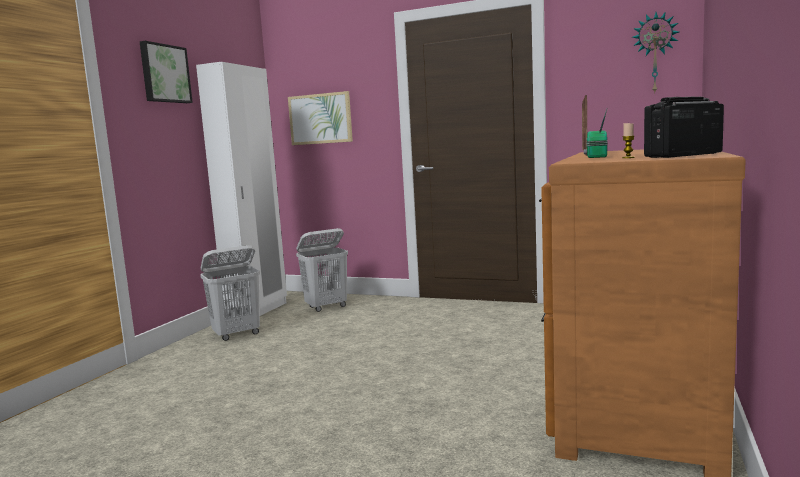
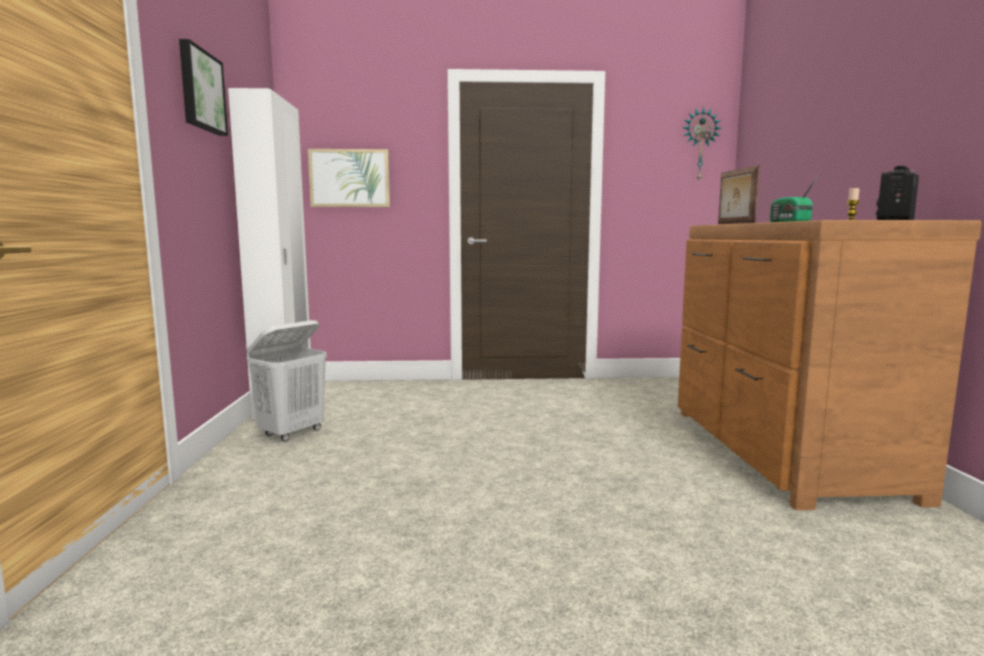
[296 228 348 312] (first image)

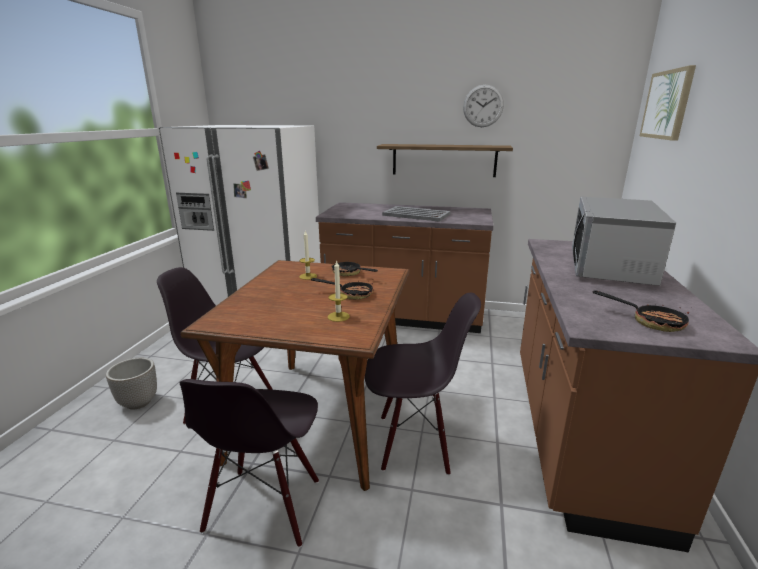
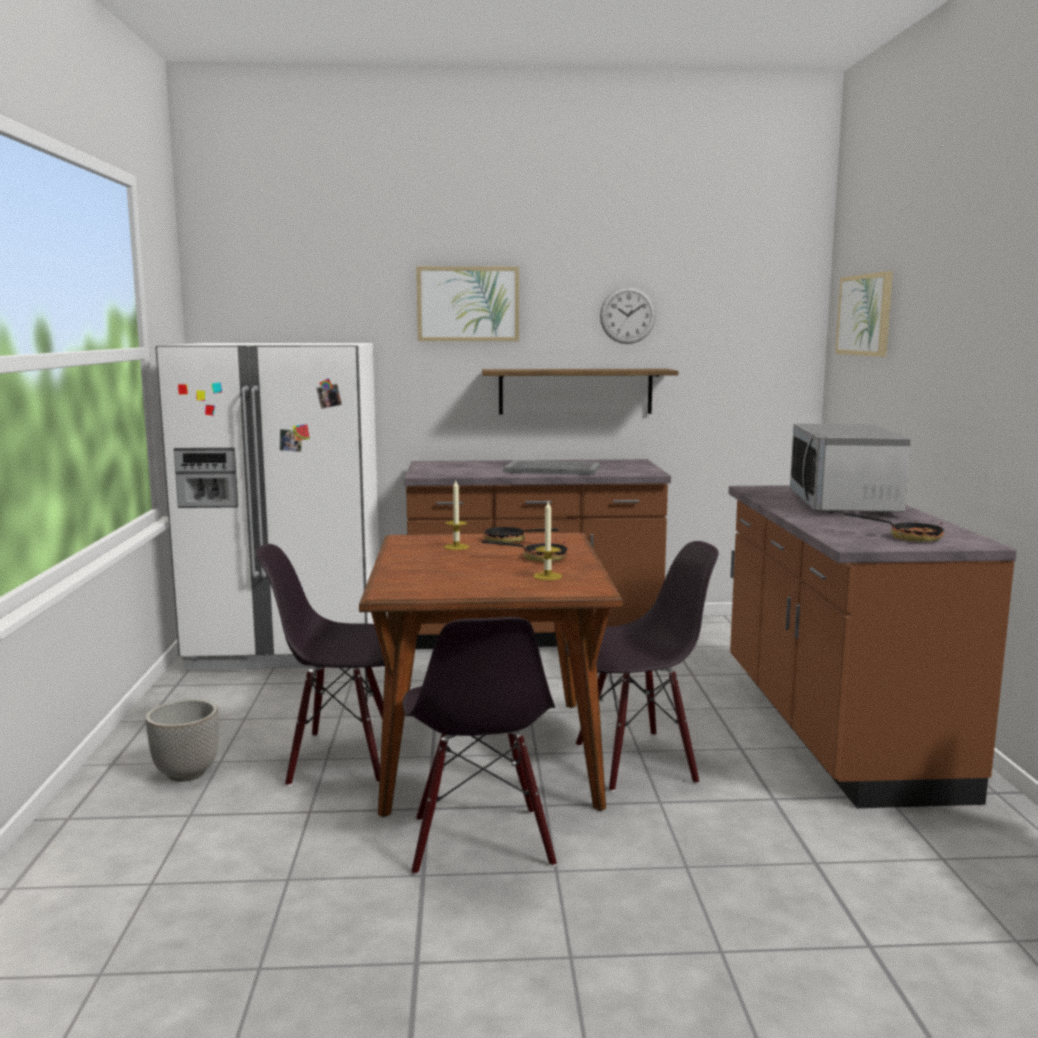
[416 266 519 341]

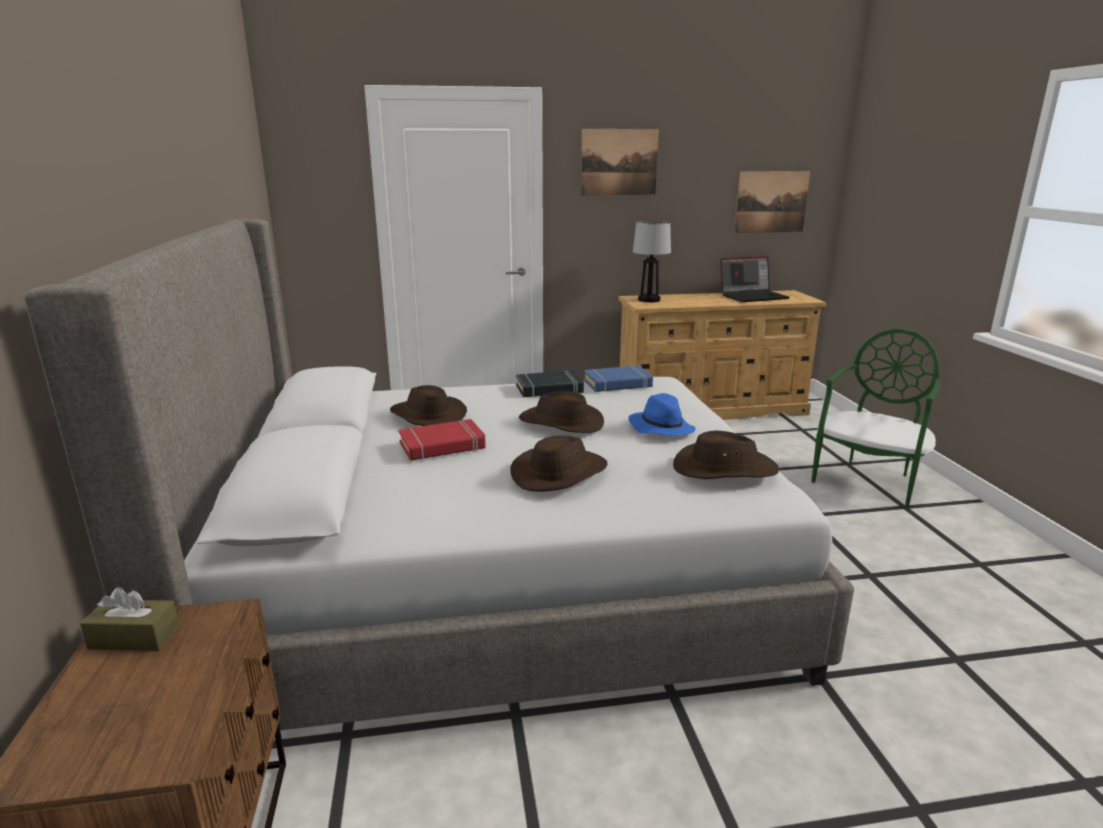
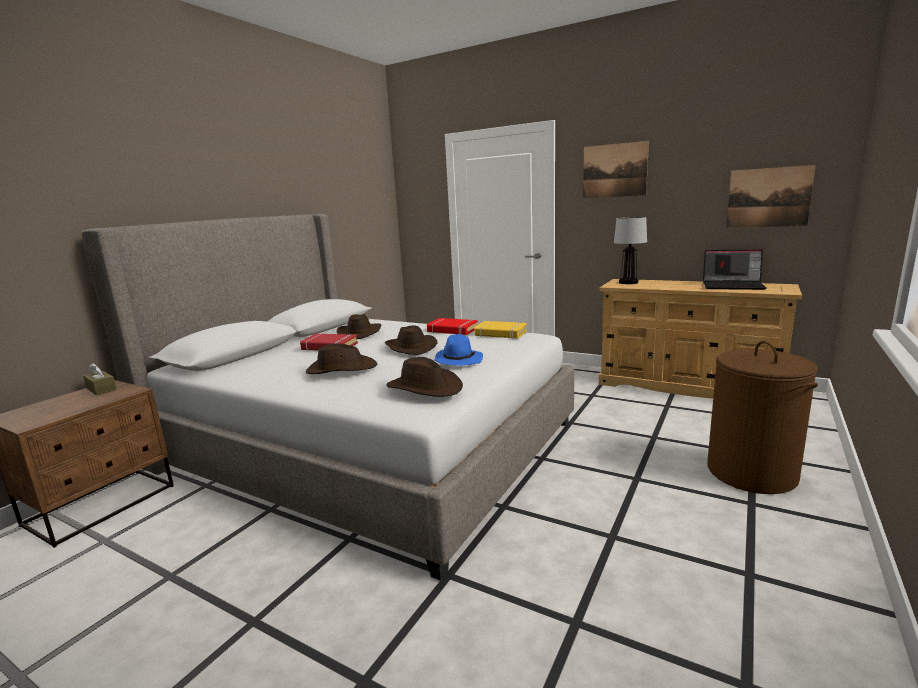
[427 318 478 335]
[474 321 527 339]
[707 341 818 494]

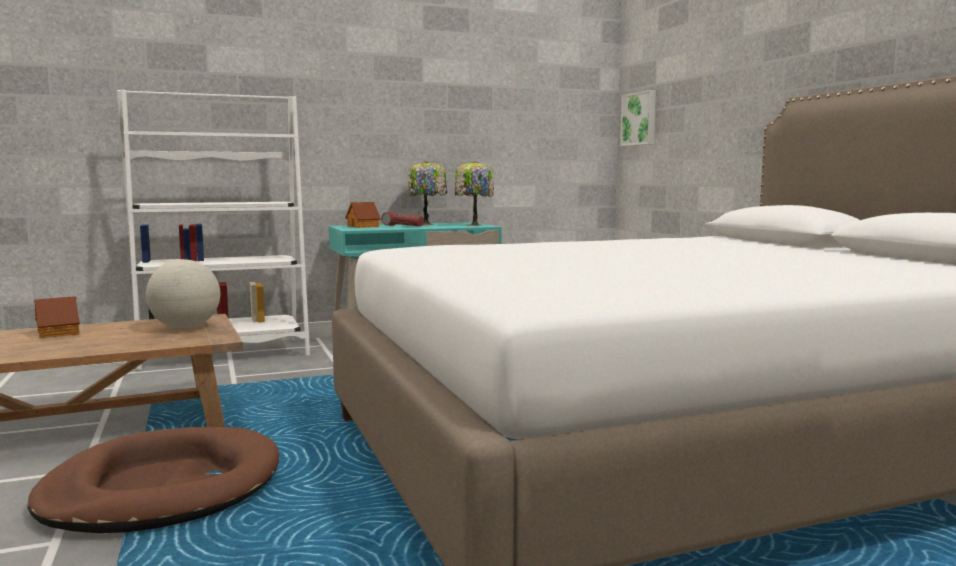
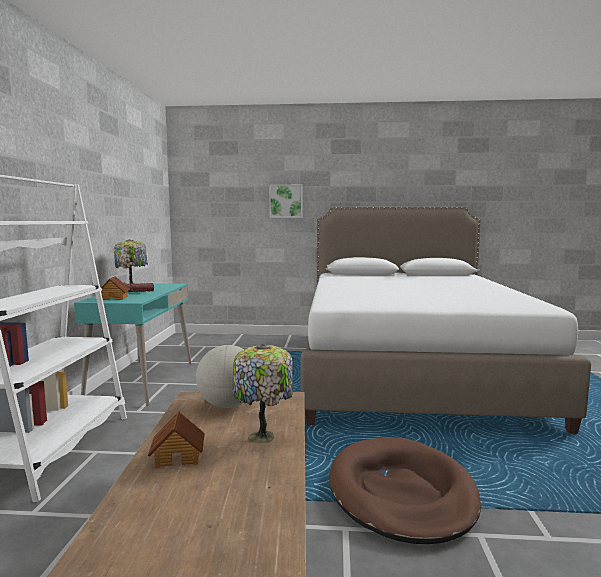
[233 344 293 444]
[269 184 302 218]

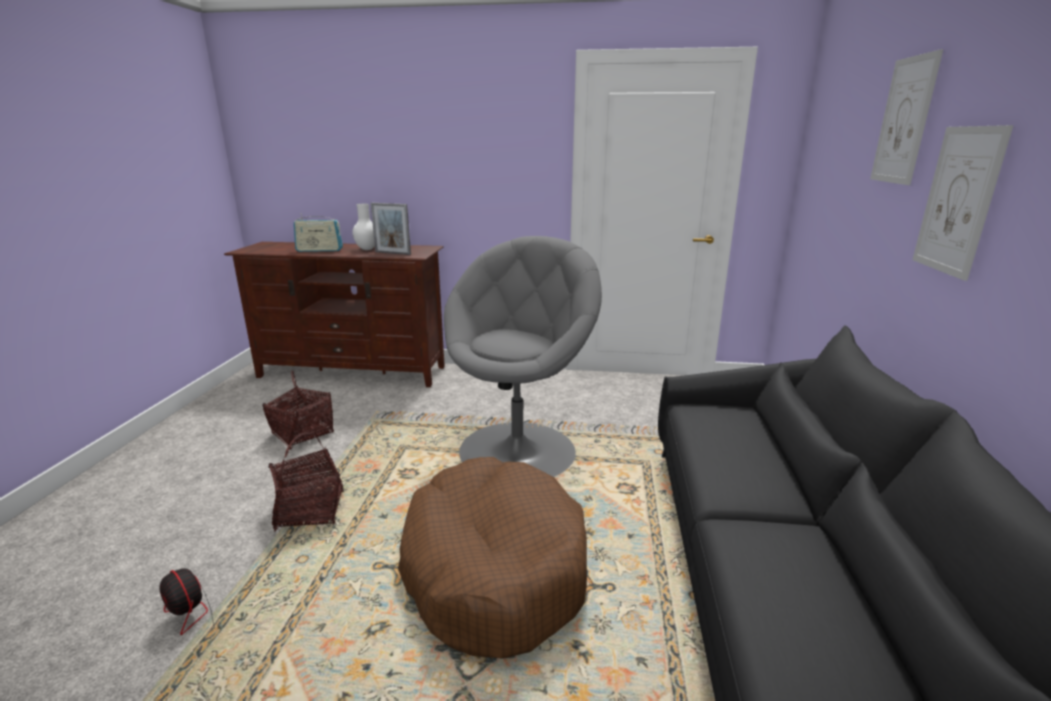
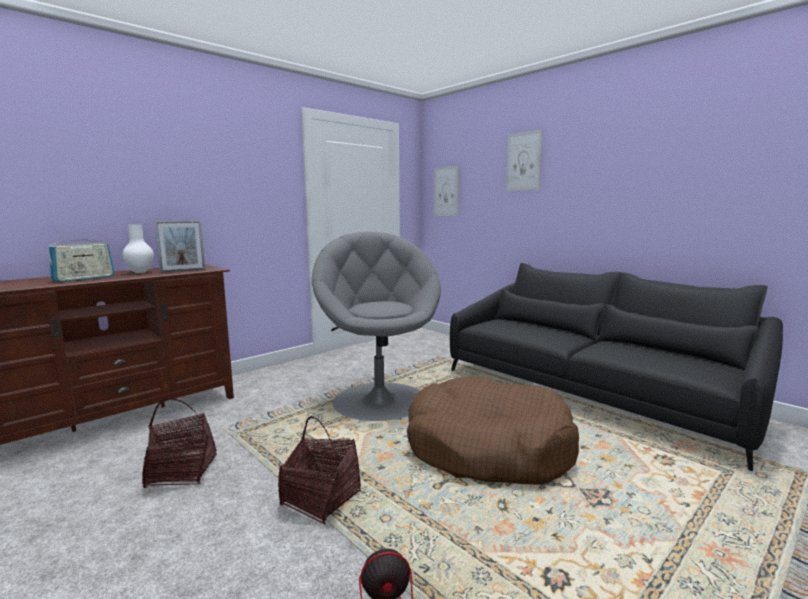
[434 166 460 216]

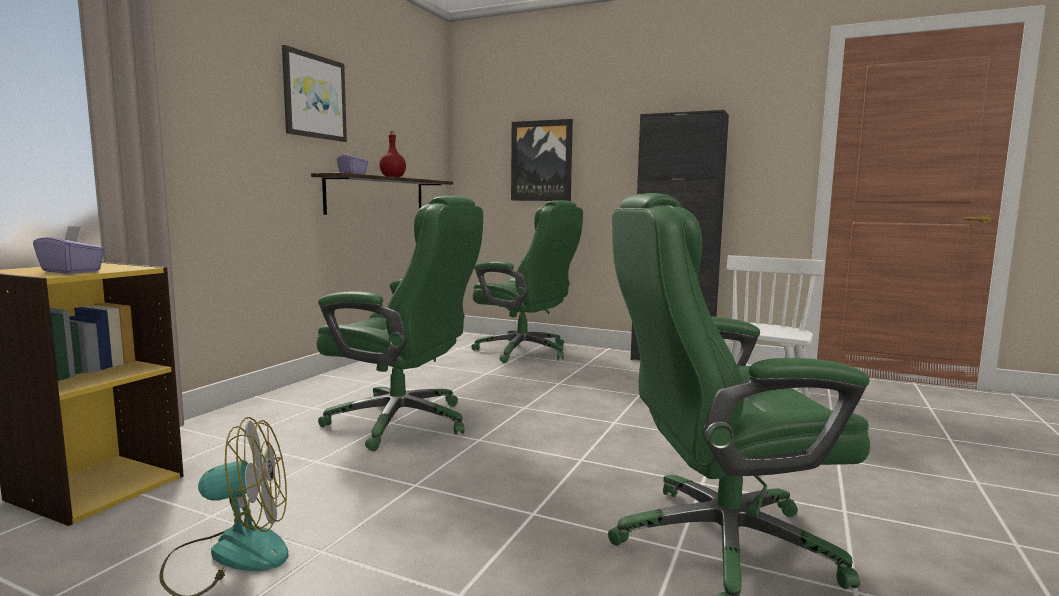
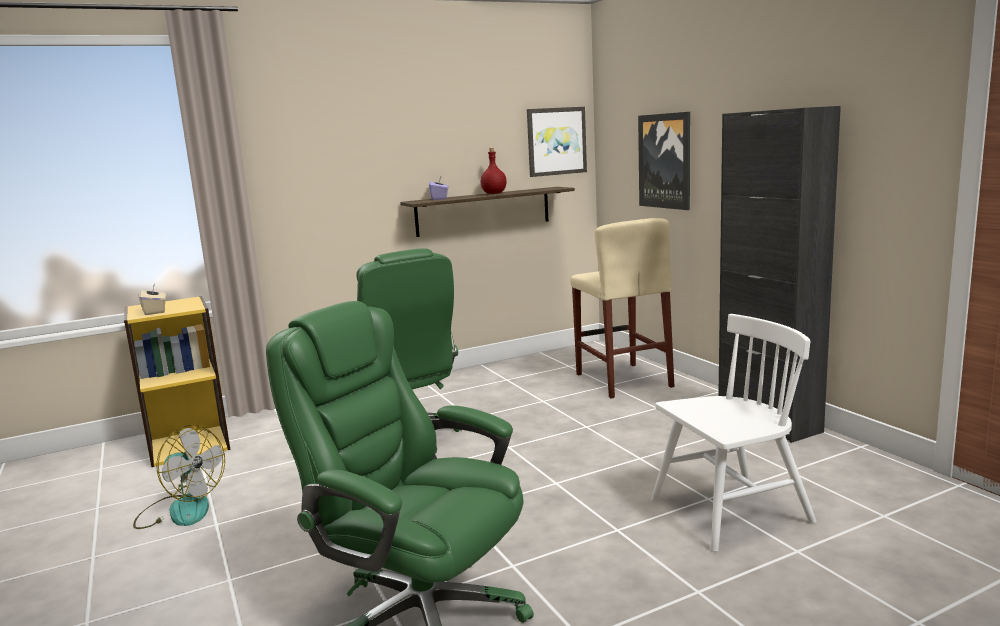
[139 283 166 315]
[527 107 587 177]
[570 218 674 398]

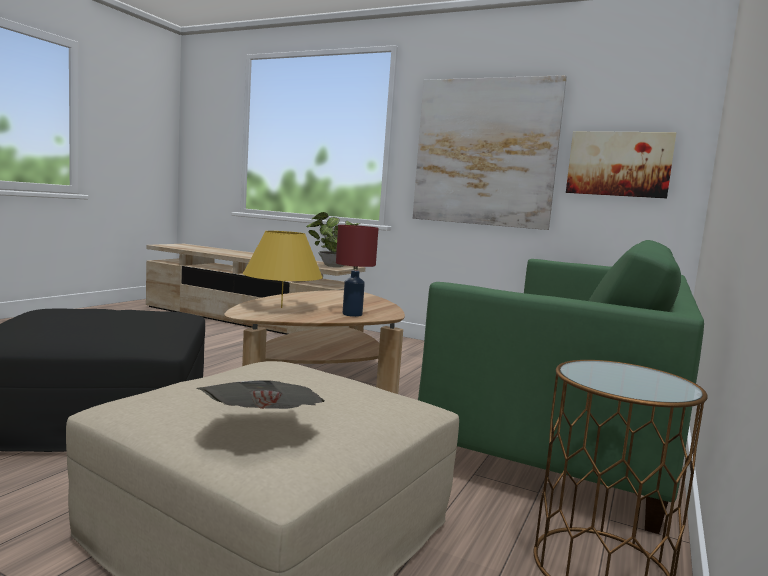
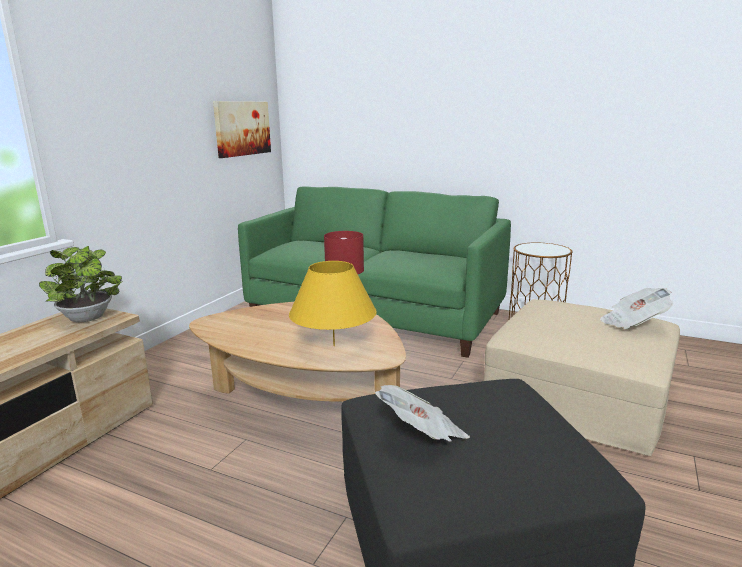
[413 75 567 230] (first image)
[375 385 470 442]

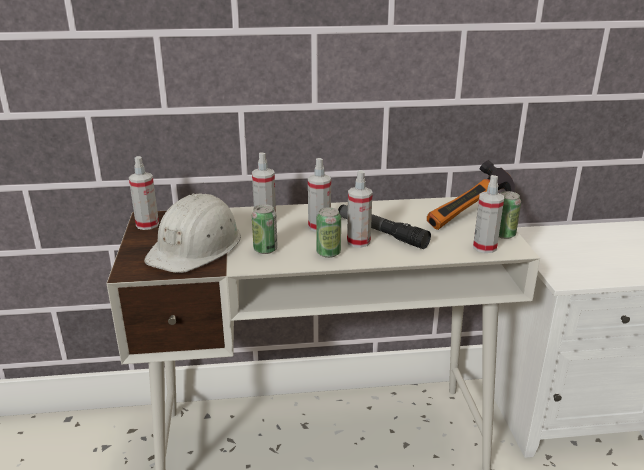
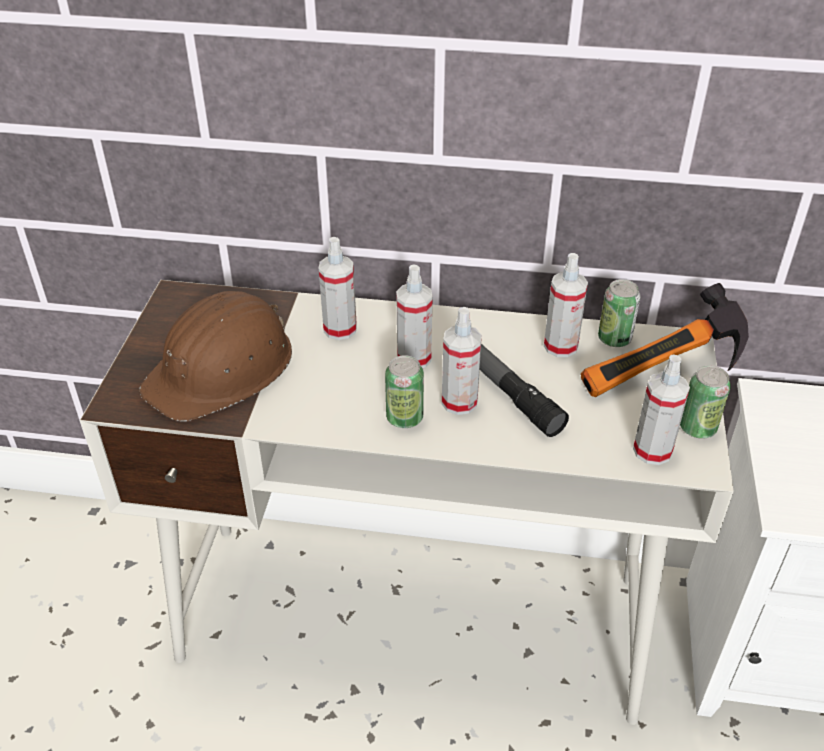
[544 253 588 357]
[139 291 292 422]
[598 279 641 347]

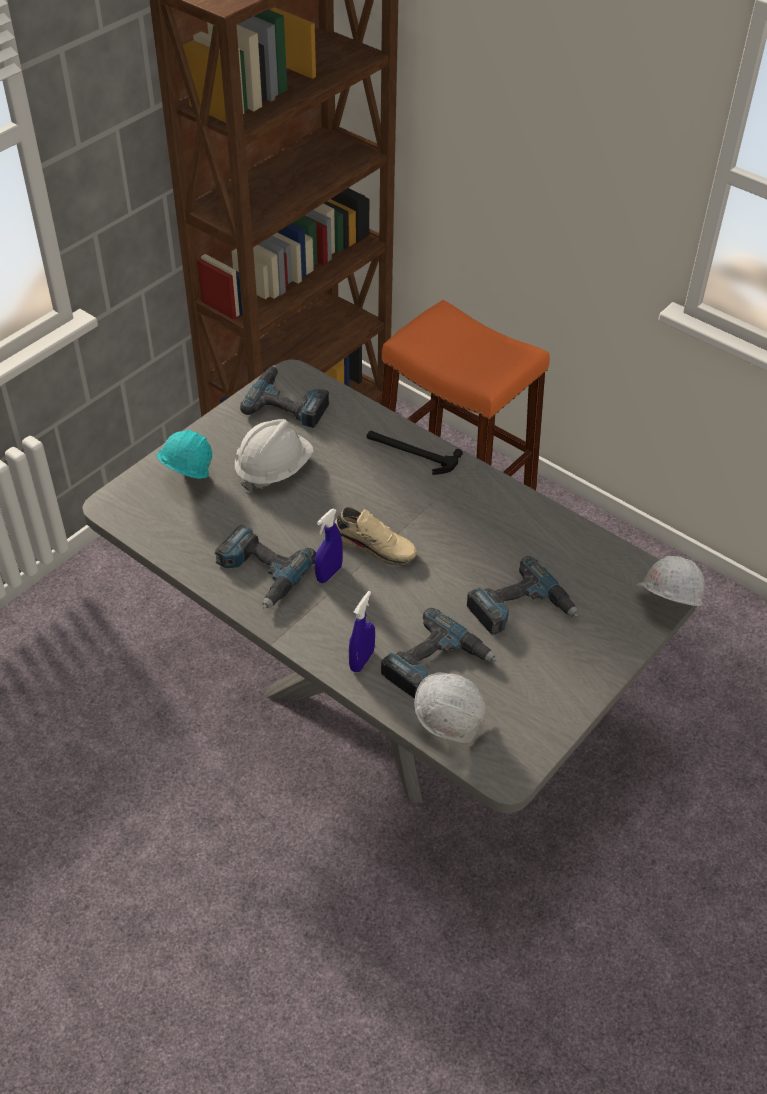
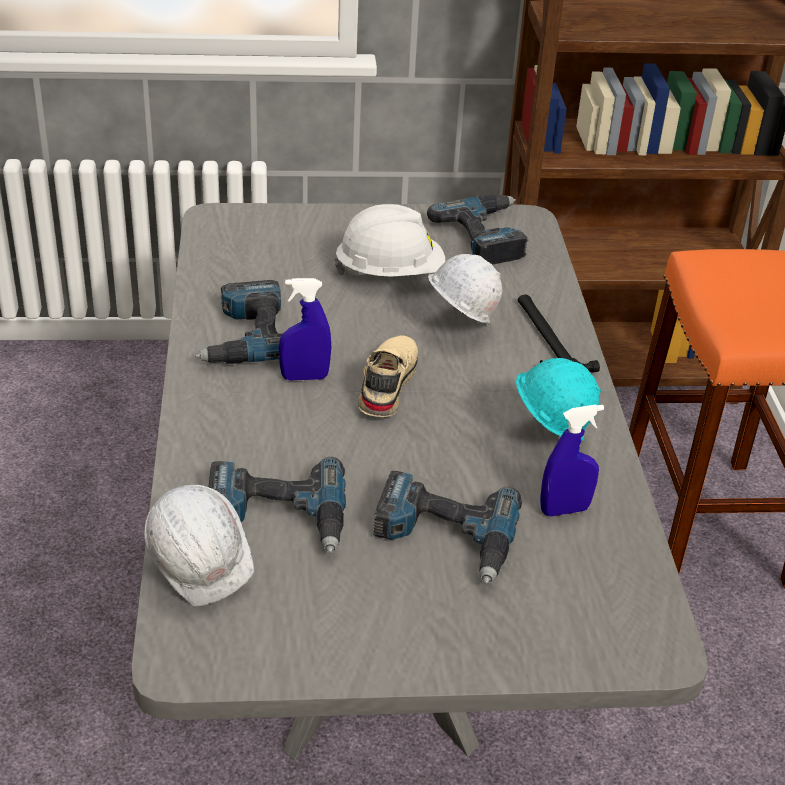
[516 358 601 441]
[357 335 418 417]
[540 404 604 516]
[428 254 502 325]

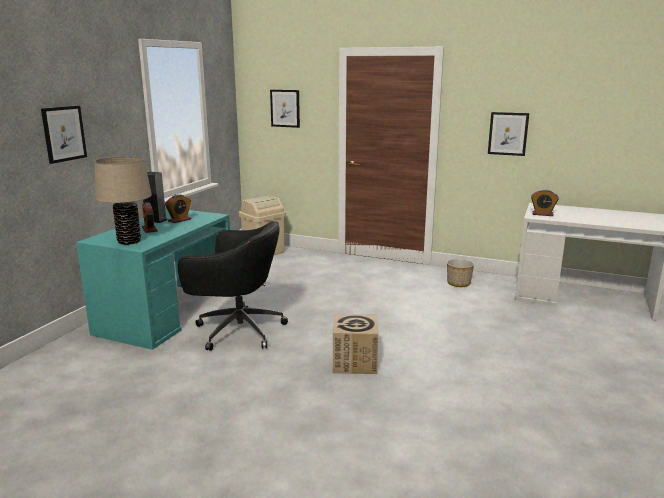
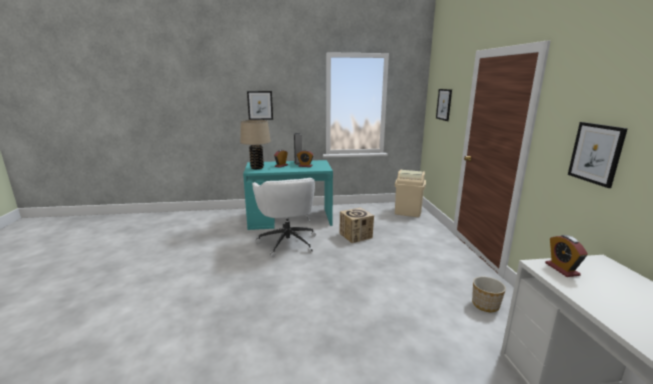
[252 178 316 257]
[339 207 374 243]

